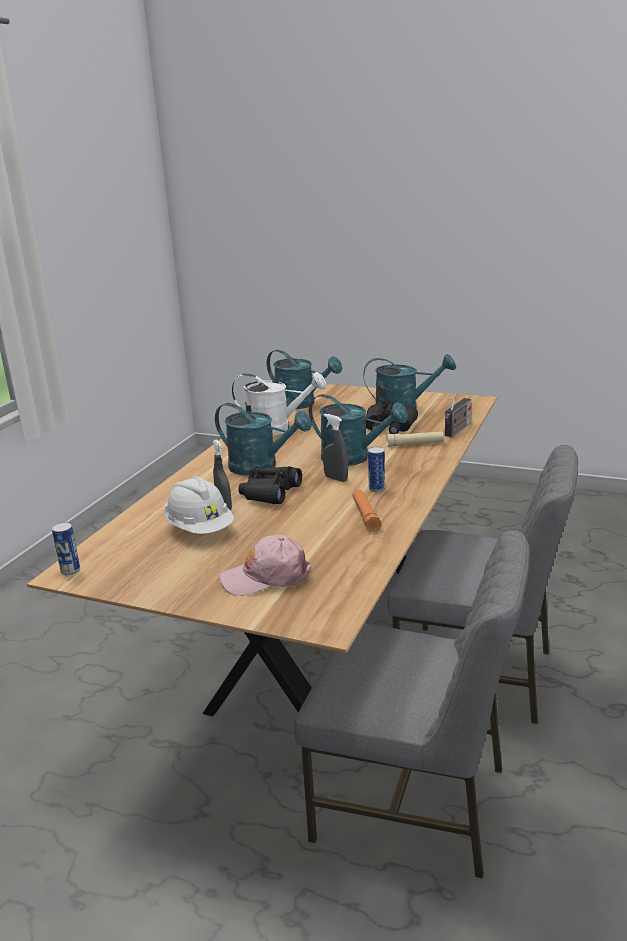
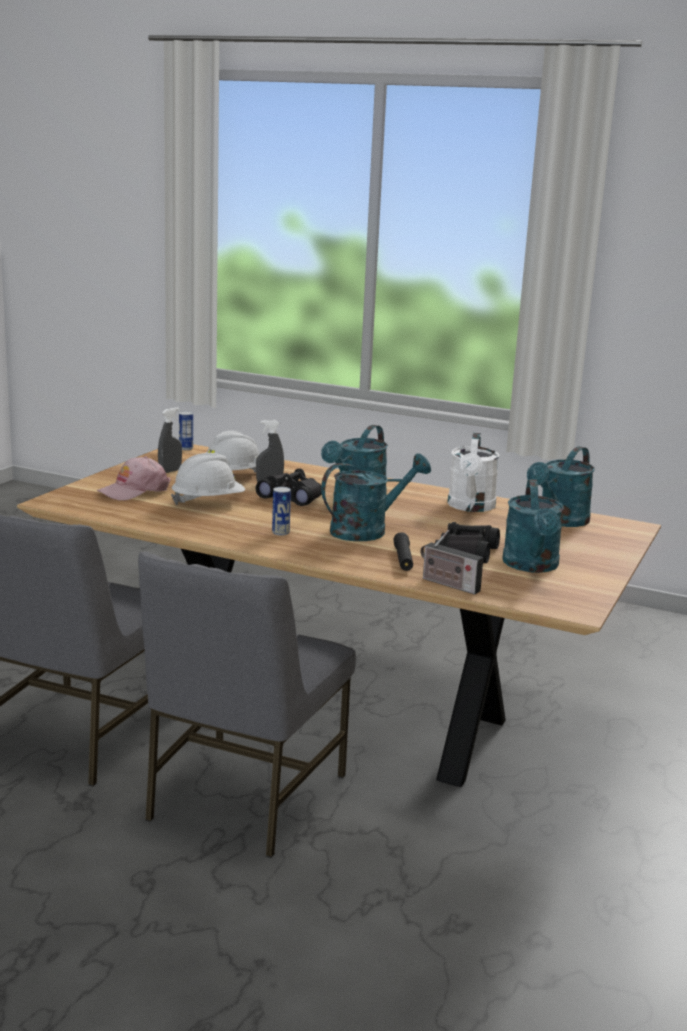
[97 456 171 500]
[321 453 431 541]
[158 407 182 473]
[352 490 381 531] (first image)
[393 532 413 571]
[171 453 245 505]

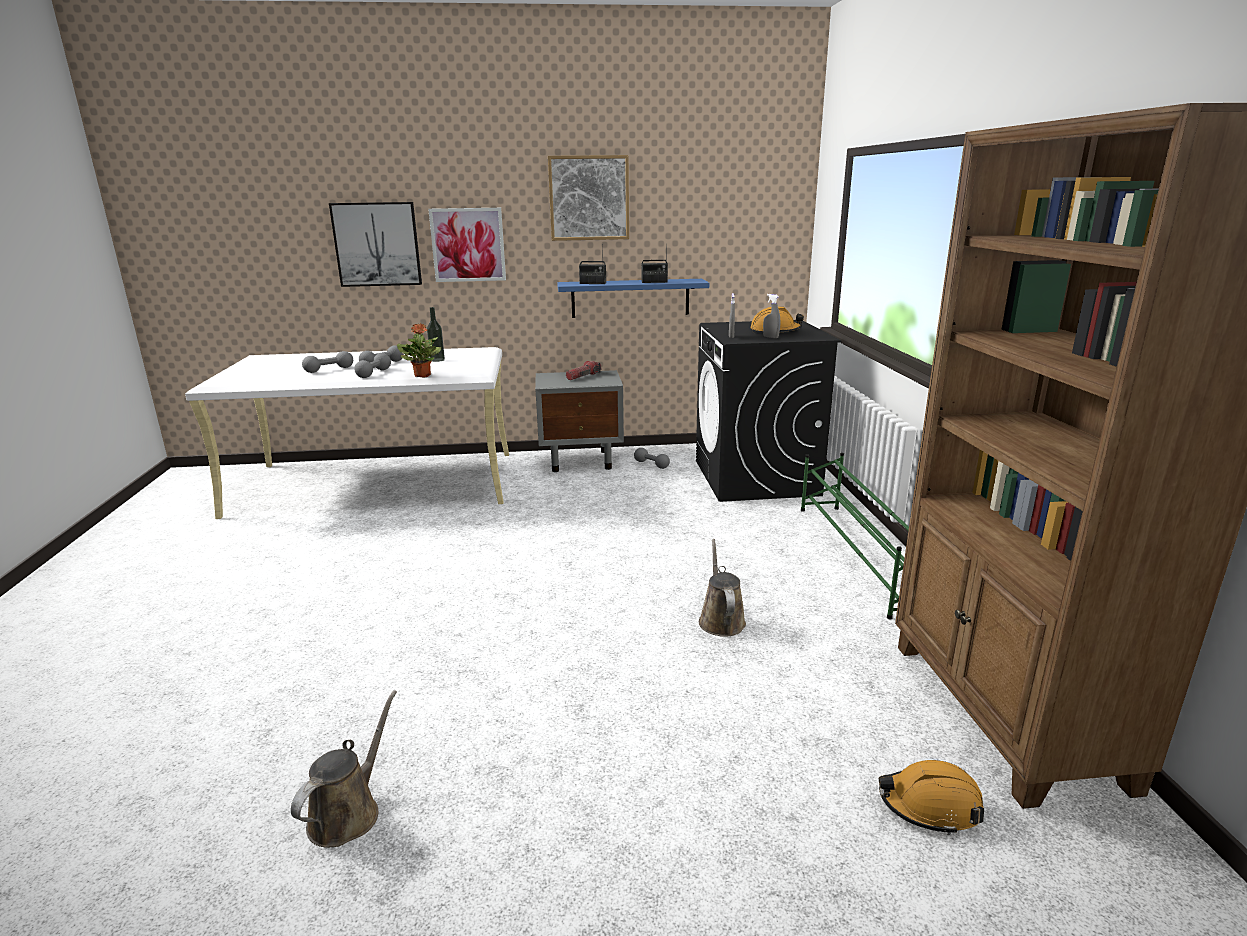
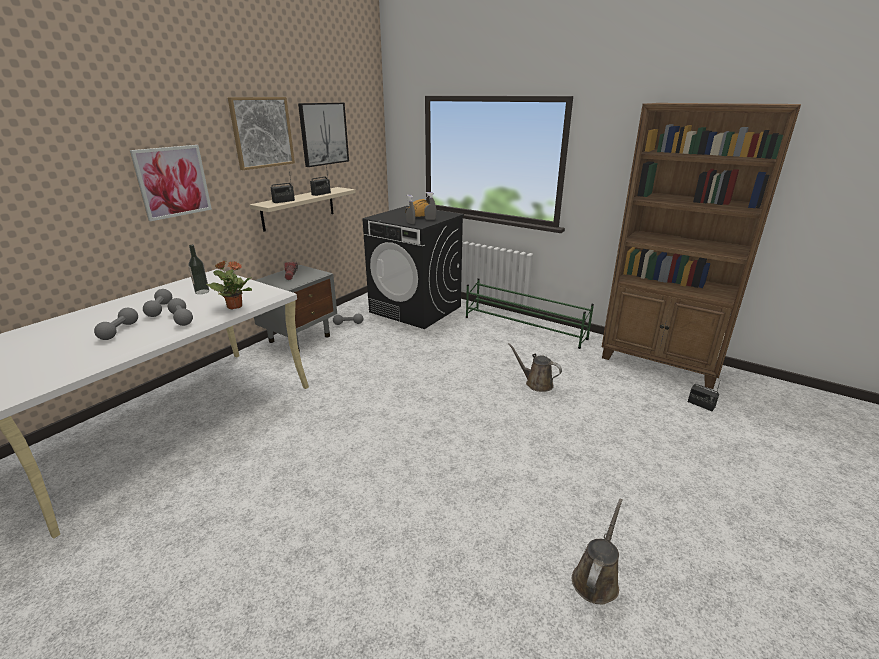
[572 499 623 604]
[298 103 349 167]
[250 187 355 232]
[688 382 720 411]

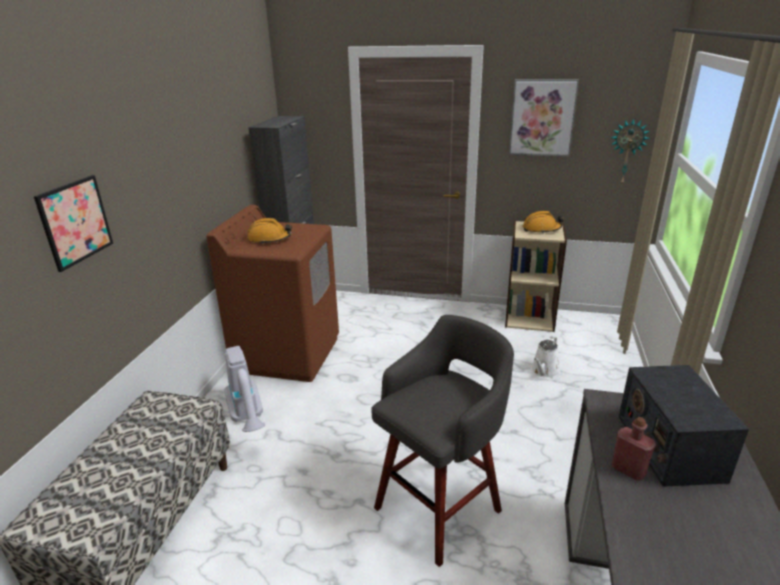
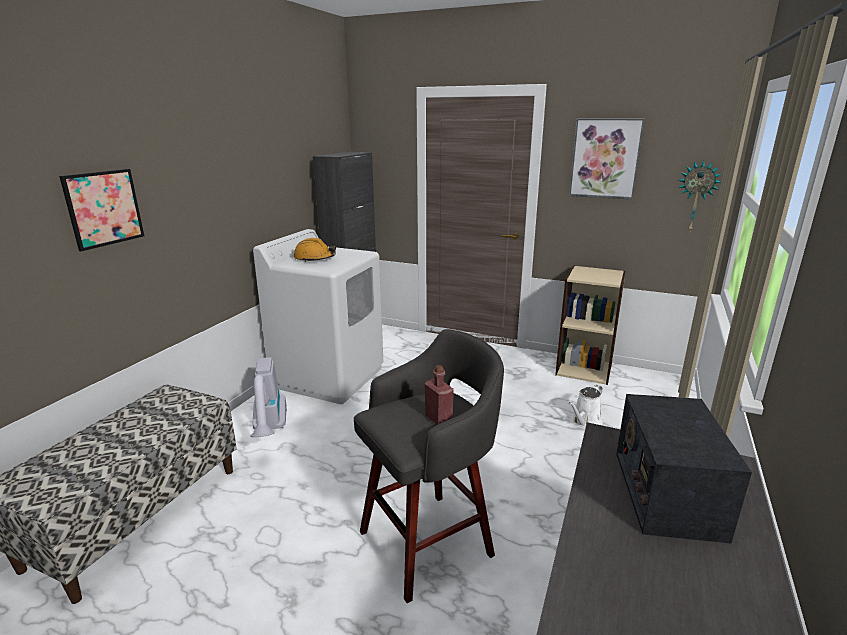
[253 229 383 404]
[523 211 564 234] (first image)
[425 365 454 425]

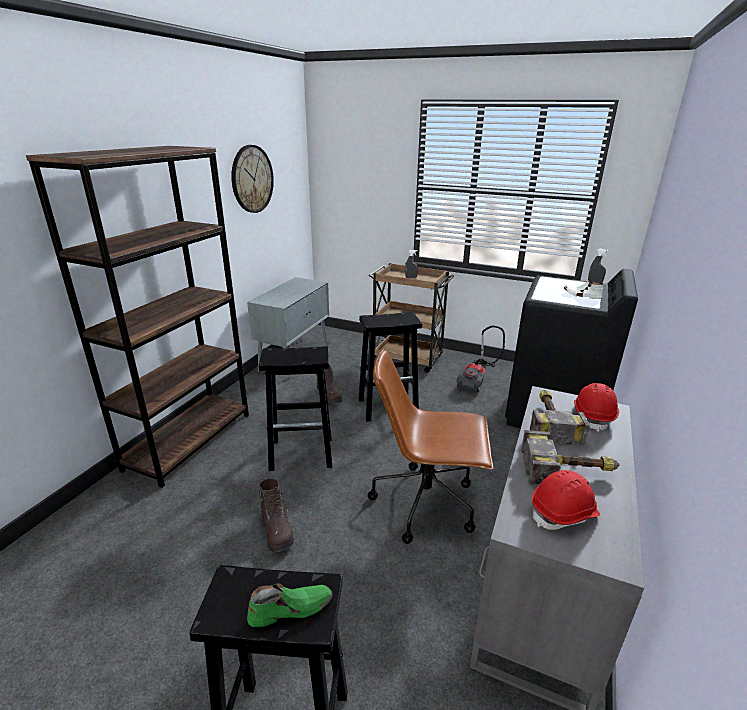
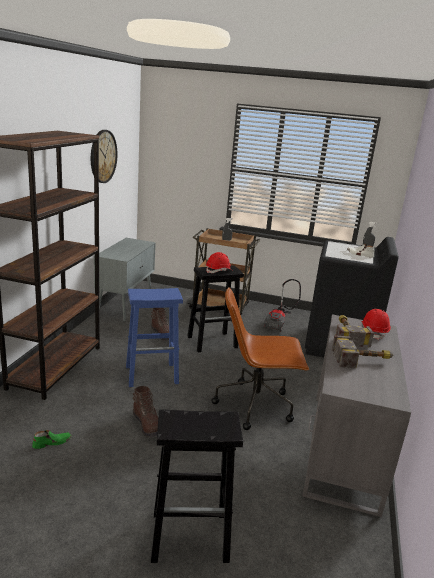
[32 430 71 449]
[126 288 183 387]
[206 252 233 273]

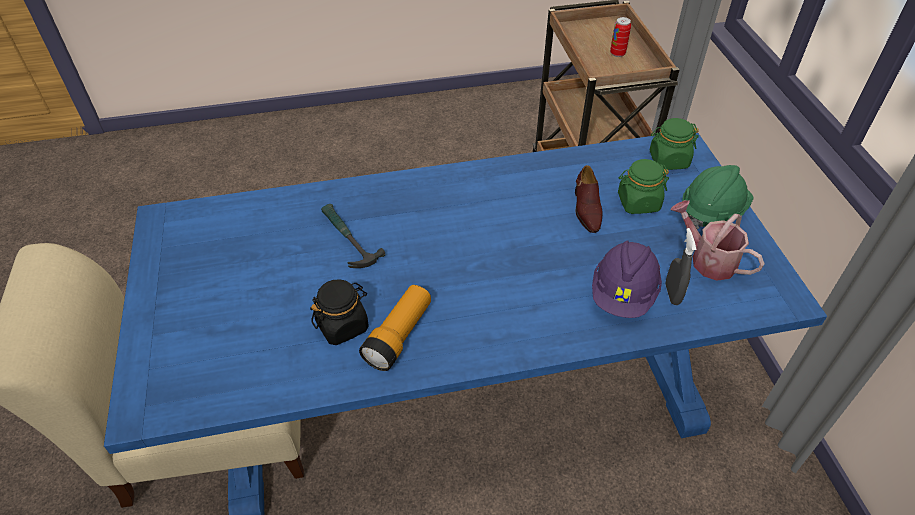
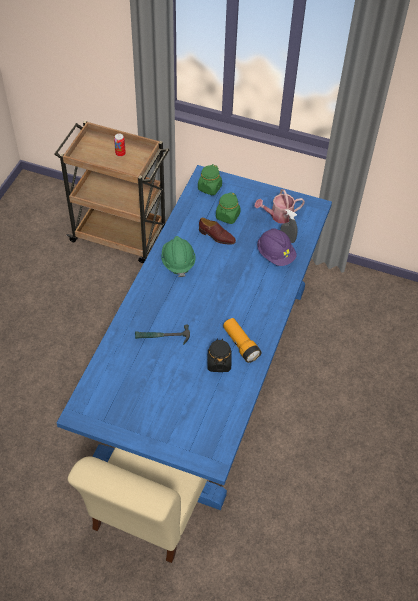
[161 236 195 277]

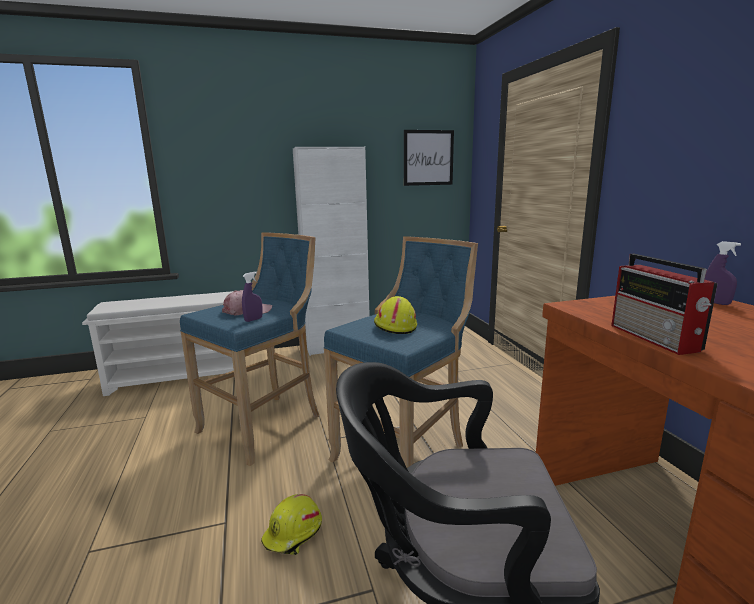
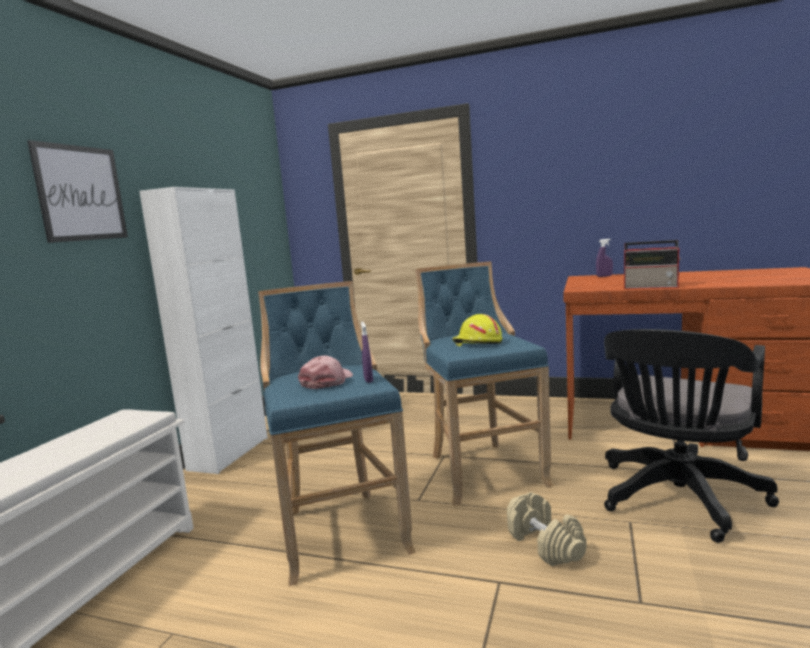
[507 492 586 566]
[27 140 128 243]

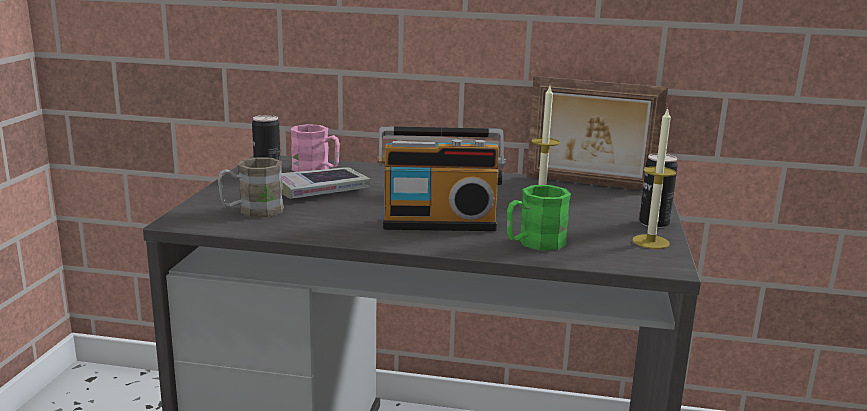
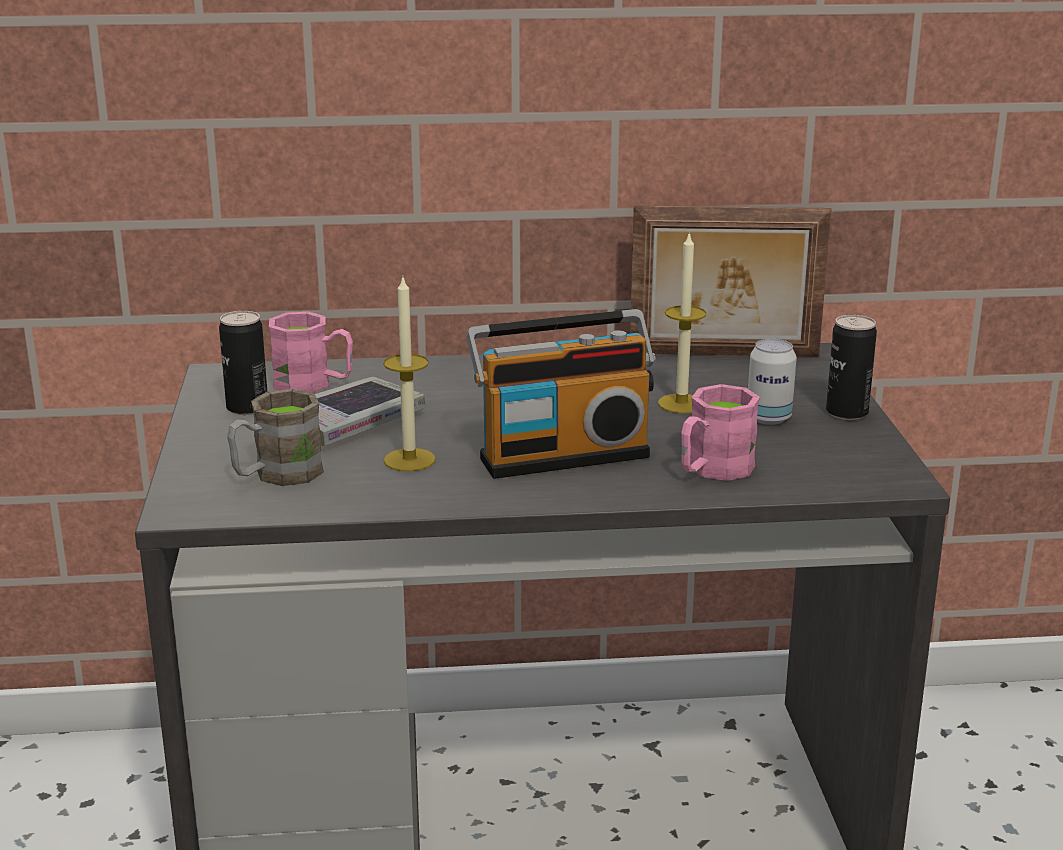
[681 384 760 481]
[383 278 436 471]
[748 339 797 425]

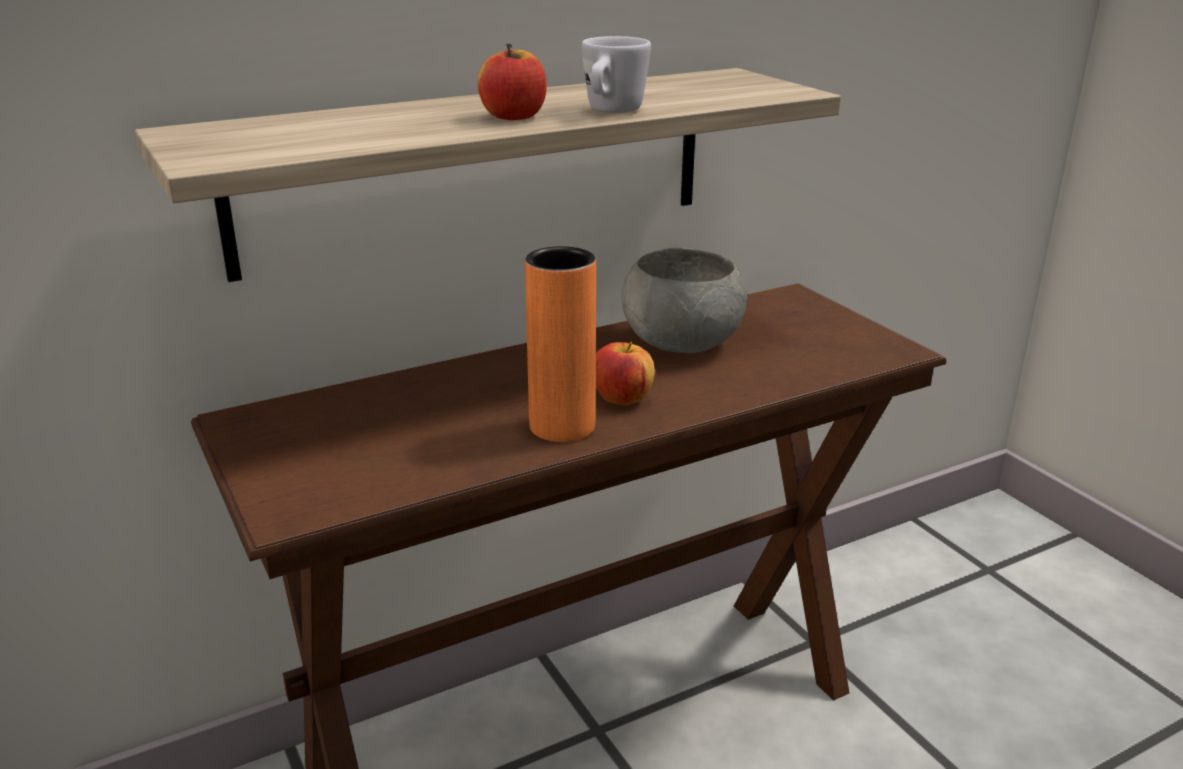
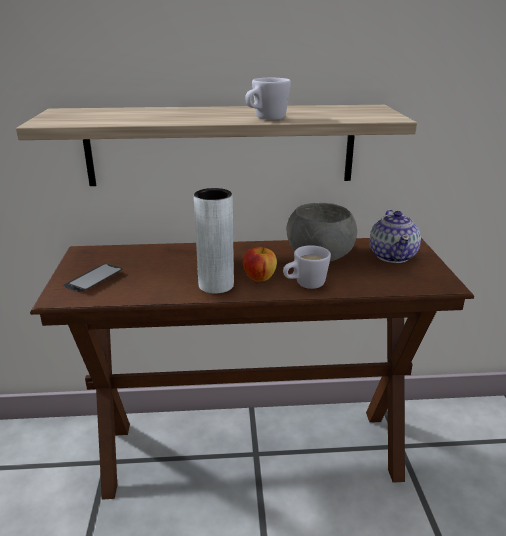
[478 44 546 120] (first image)
[194 188 234 294]
[63 264 122 292]
[283 245 331 289]
[370 209 421 263]

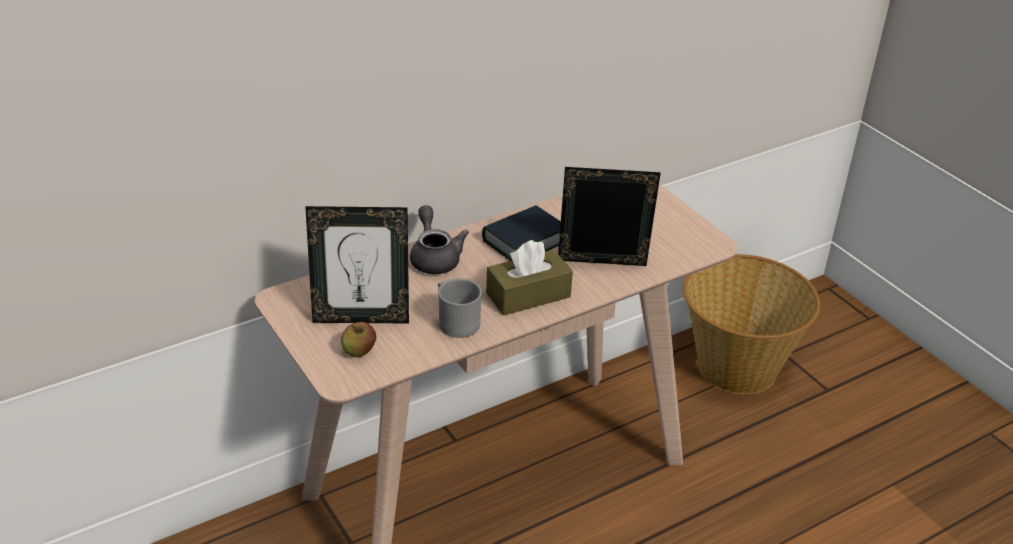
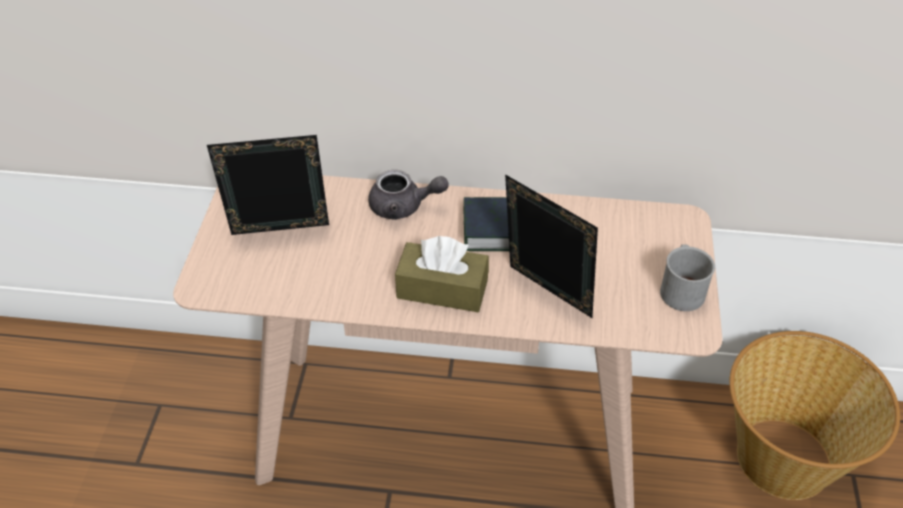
[207 135 329 235]
[341 322 376 357] (first image)
[368 170 449 220]
[660 244 715 311]

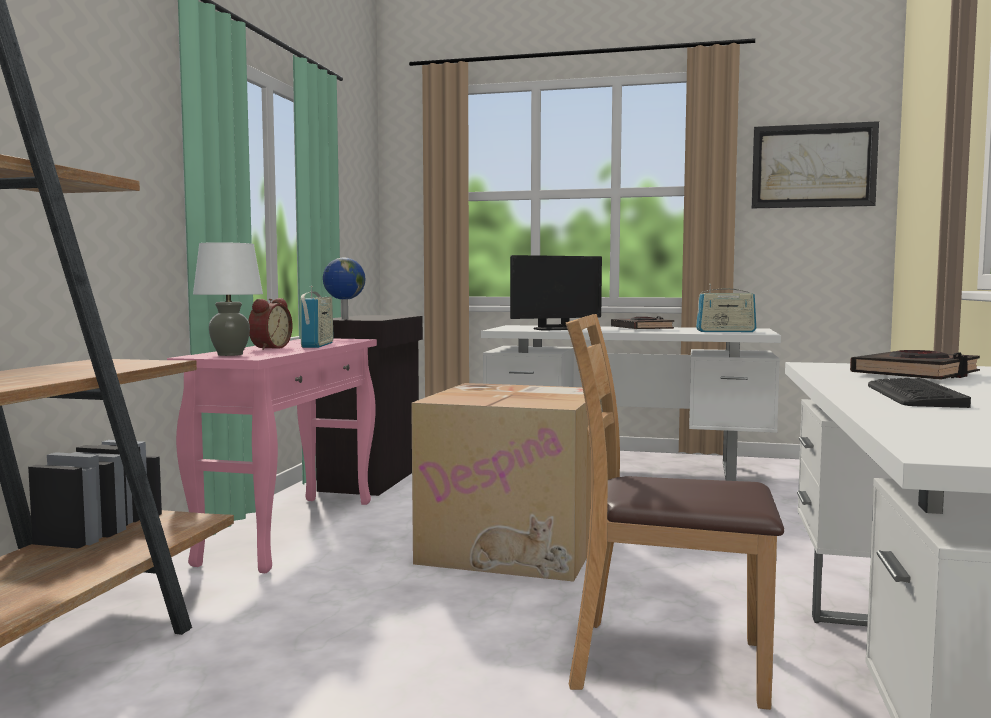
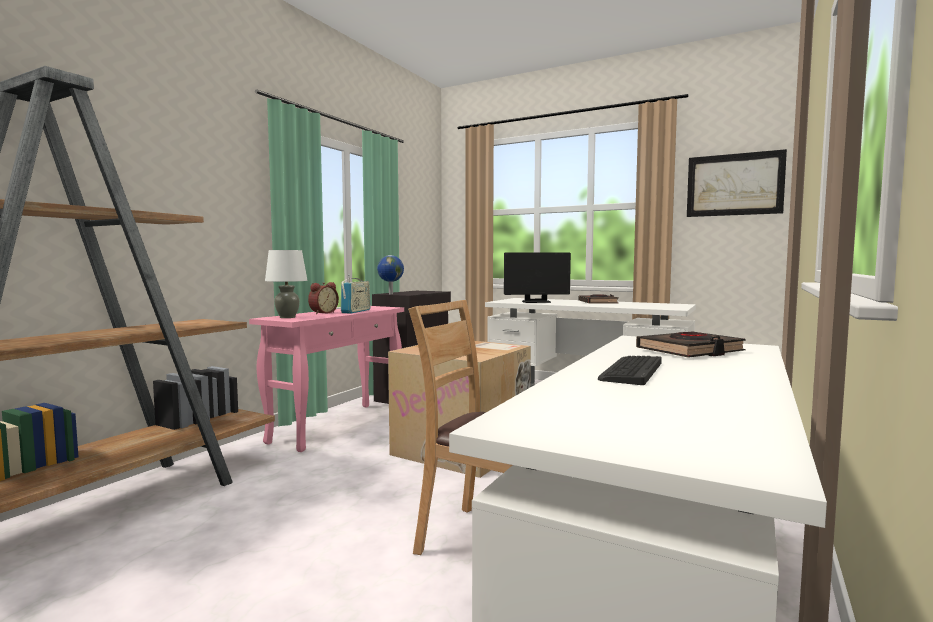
[696 284 756 332] (first image)

